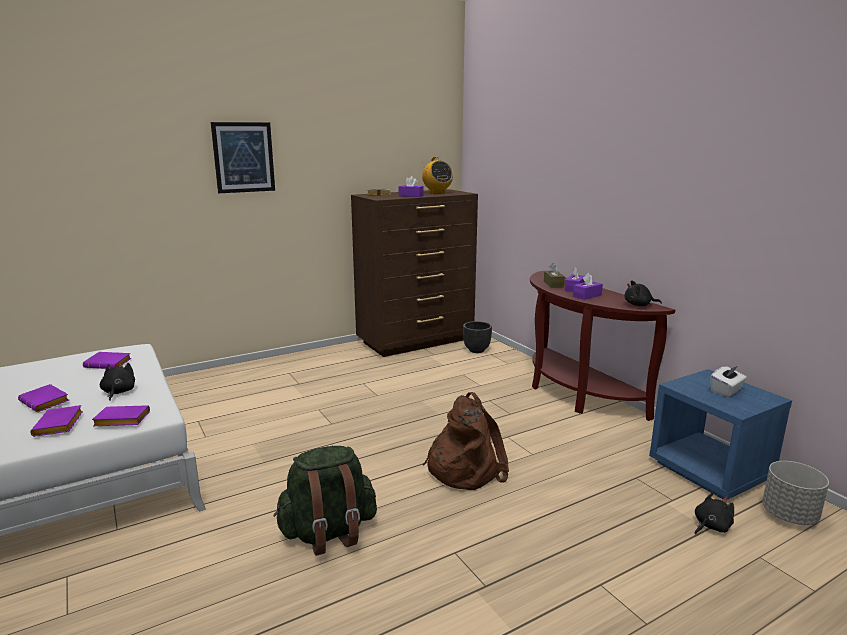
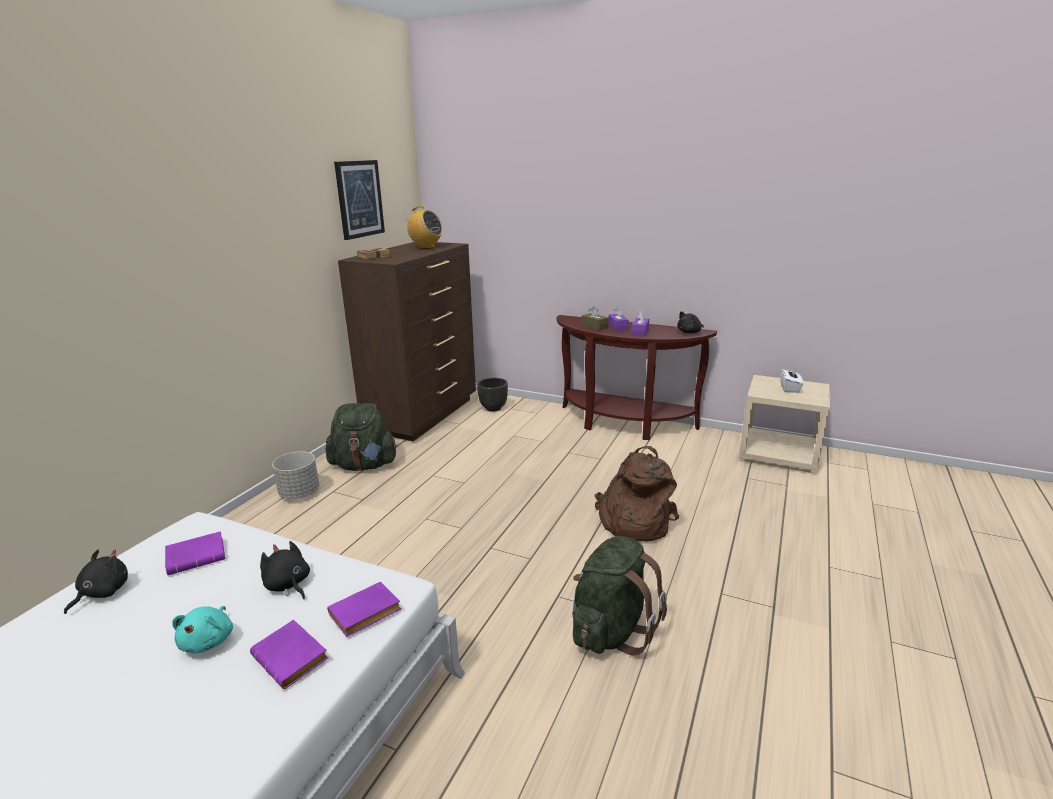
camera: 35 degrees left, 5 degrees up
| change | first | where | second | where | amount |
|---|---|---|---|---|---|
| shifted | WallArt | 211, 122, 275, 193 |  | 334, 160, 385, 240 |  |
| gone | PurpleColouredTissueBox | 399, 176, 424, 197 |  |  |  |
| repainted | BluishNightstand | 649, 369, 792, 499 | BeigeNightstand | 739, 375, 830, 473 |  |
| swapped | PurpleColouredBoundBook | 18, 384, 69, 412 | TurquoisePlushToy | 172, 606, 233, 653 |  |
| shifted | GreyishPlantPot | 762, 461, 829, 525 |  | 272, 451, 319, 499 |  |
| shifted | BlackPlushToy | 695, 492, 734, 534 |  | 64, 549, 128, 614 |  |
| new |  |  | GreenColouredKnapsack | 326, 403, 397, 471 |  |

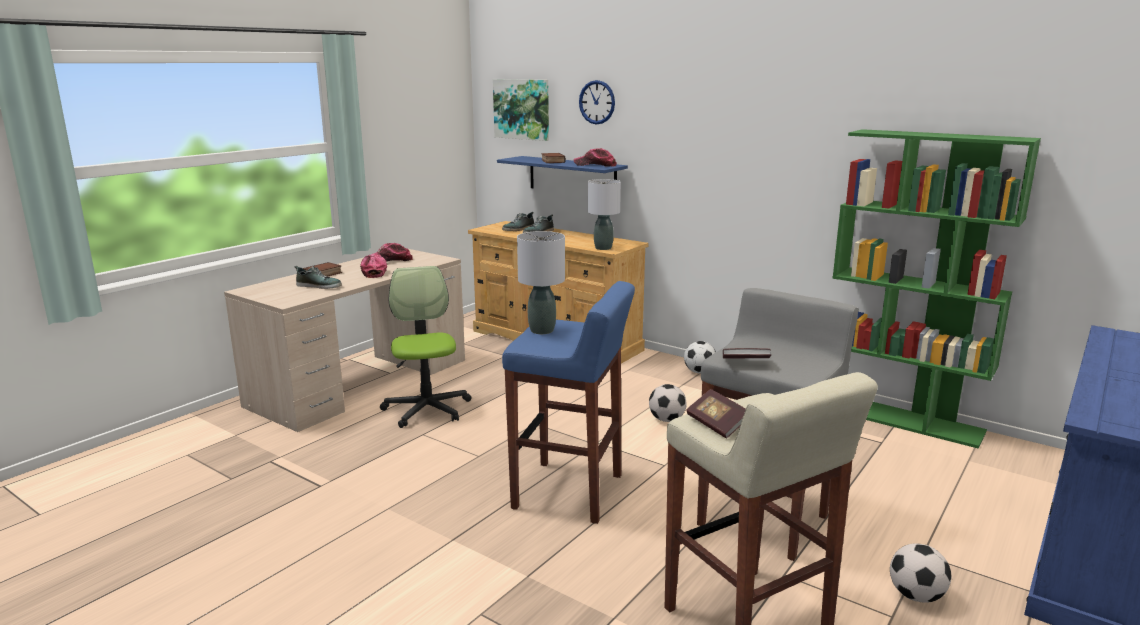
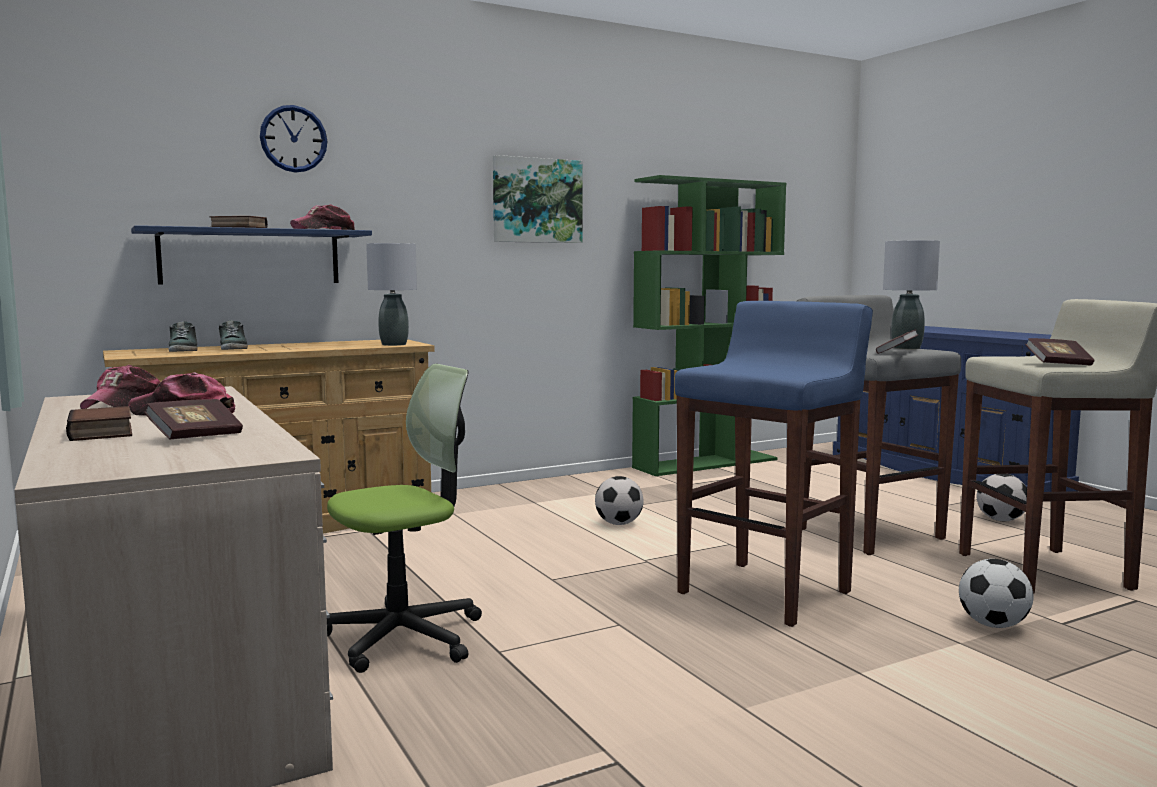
camera: 65 degrees left, 10 degrees down
| change | first | where | second | where | amount |
|---|---|---|---|---|---|
| shifted | WallArt | 493, 79, 549, 141 |  | 493, 155, 583, 243 |  |
| shifted | GreyishLampForATable | 517, 231, 565, 334 |  | 883, 240, 940, 349 |  |
| swapped | ItemOfFootwear | 295, 266, 342, 289 | BoundBook | 144, 399, 243, 439 |  |
| rotated | DeskChair | 380, 266, 471, 428 |  | 327, 364, 482, 673 | 135 degrees clockwise |
| shifted | Football | 684, 341, 716, 373 |  | 959, 559, 1034, 628 |  |

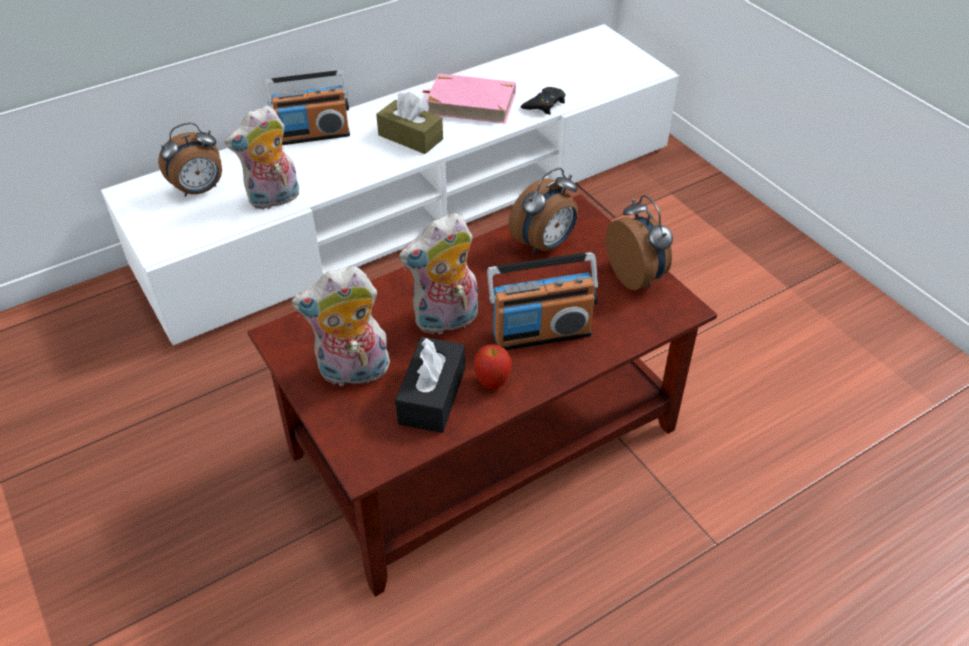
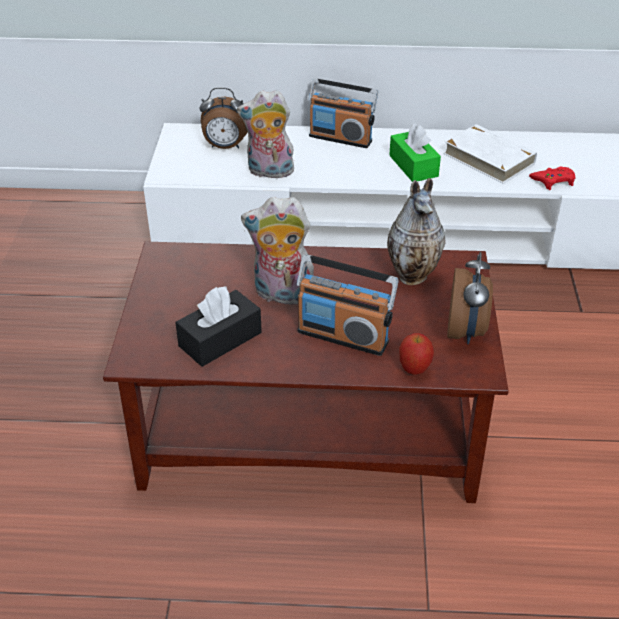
camera: 35 degrees right, 5 degrees down
| change | first | where | second | where | amount |
|---|---|---|---|---|---|
| repainted | PinkishBoundBook | 423, 73, 516, 124 | WhiteColouredBoundBook | 443, 124, 537, 184 |  |
| repainted | BlackGamepad | 521, 87, 565, 115 | RedGamepad | 529, 167, 576, 190 |  |
| repainted | BrownTissueBox | 376, 92, 443, 154 | GreenColouredTissueBox | 389, 123, 441, 182 |  |
| swapped | AlarmClock | 508, 168, 578, 254 | DecorativeVase | 387, 178, 446, 285 |  |
| gone | PlushToy | 291, 266, 390, 388 |  |  |  |
| shifted | Apple | 474, 344, 512, 389 |  | 399, 333, 434, 375 |  |

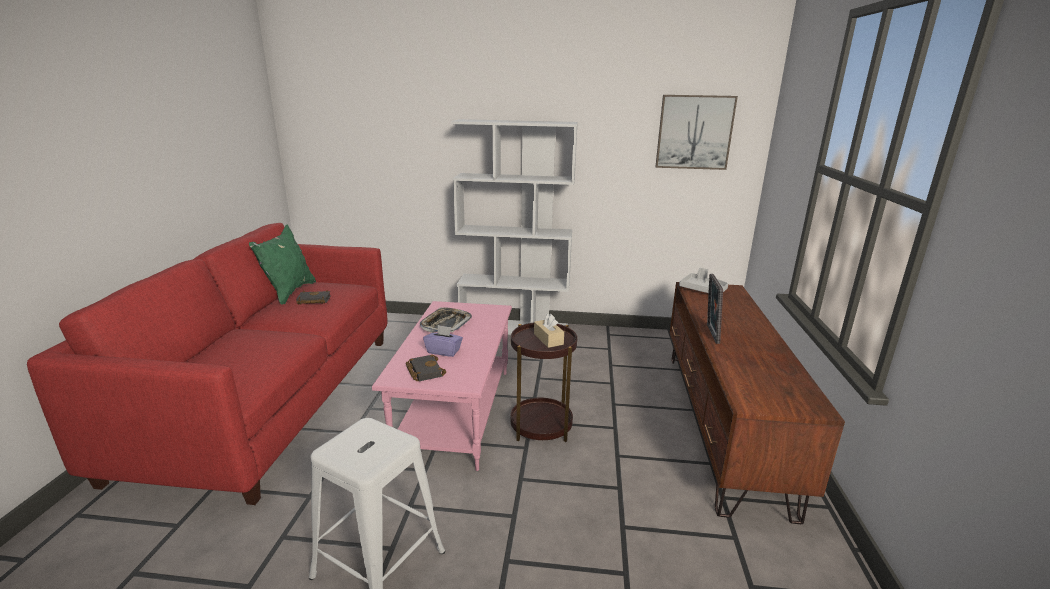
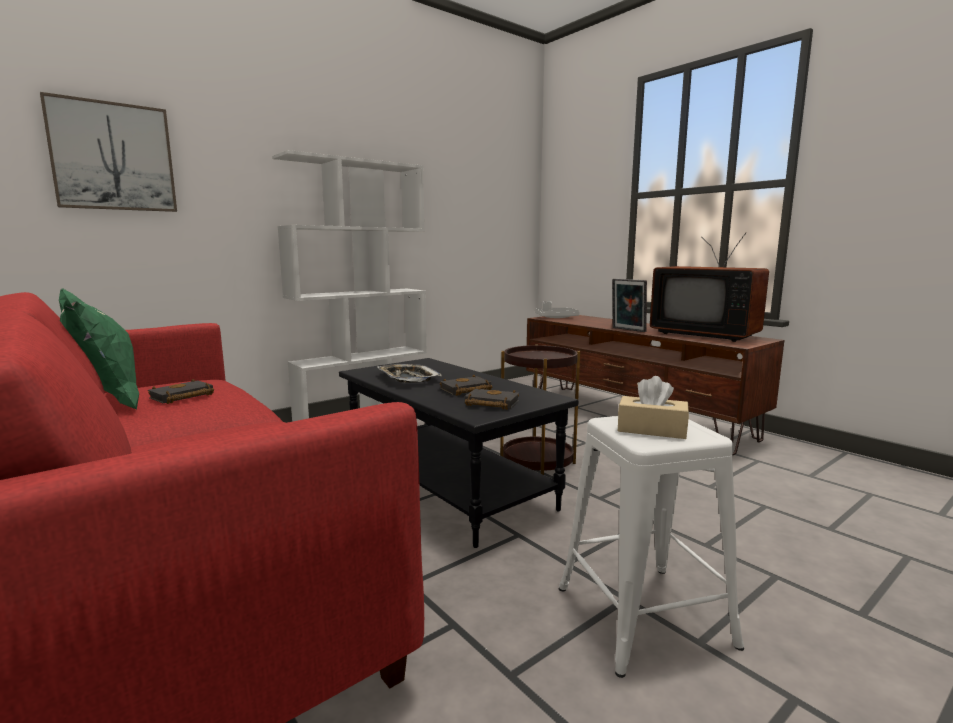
camera: 45 degrees left, 10 degrees down
| change | first | where | second | where | amount |
|---|---|---|---|---|---|
| shifted | WallArt | 655, 95, 738, 170 |  | 40, 92, 177, 212 |  |
| repainted | PinkishLoungeTable | 372, 301, 512, 471 | BlackLoungeTable | 339, 358, 578, 548 |  |
| shifted | BeigeTissueBox | 534, 313, 564, 348 |  | 618, 376, 689, 439 |  |
| swapped | PurpleColouredTissueBox | 423, 325, 463, 357 | BlackBoundBook | 440, 375, 492, 396 |  |
| new |  |  | TvSet | 650, 233, 769, 342 |  |

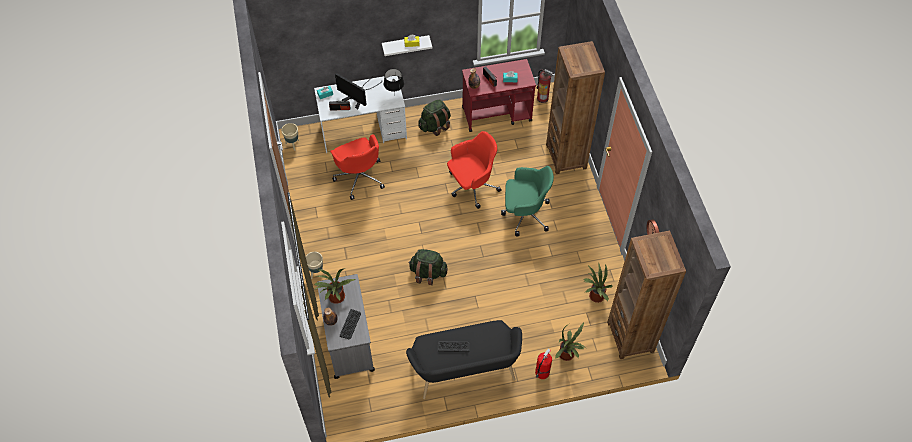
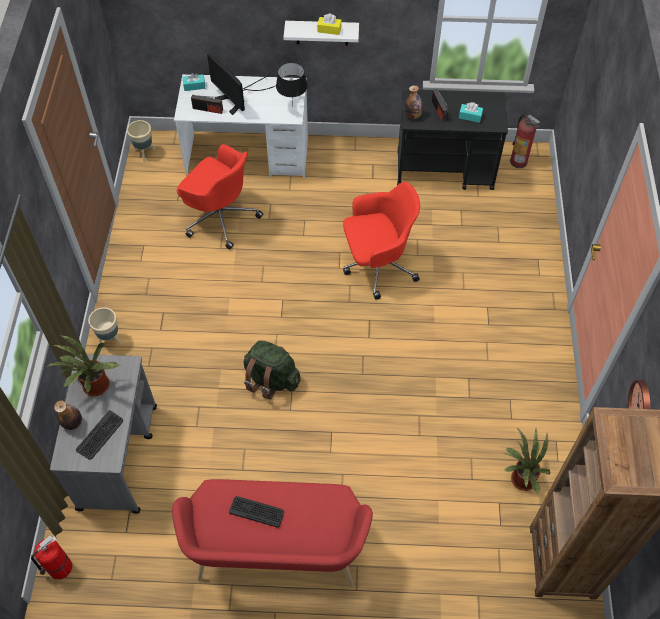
camera: 15 degrees right, 0 degrees up
| change | first | where | second | where | amount |
|---|---|---|---|---|---|
| gone | BrownBookcase | 546, 41, 605, 174 |  |  |  |
| repainted | RedWheeledCart | 462, 59, 536, 132 | BlackWheeledCart | 397, 90, 508, 190 |  |
| gone | GreenColouredKnapsack | 419, 99, 451, 136 |  |  |  |
| rotated | RedDeskChair | 330, 134, 385, 200 |  | 177, 144, 263, 249 | 45 degrees counterclockwise |
| gone | GreenColouredDeskChair | 501, 166, 554, 236 |  |  |  |
| repainted | BlackIndoorBench | 406, 320, 522, 399 | RedIndoorBench | 172, 479, 373, 588 |  |
| gone | Houseplant | 555, 322, 586, 361 |  |  |  |
| shifted | FireFightingCylinder | 535, 349, 552, 379 |  | 31, 535, 72, 579 |  |

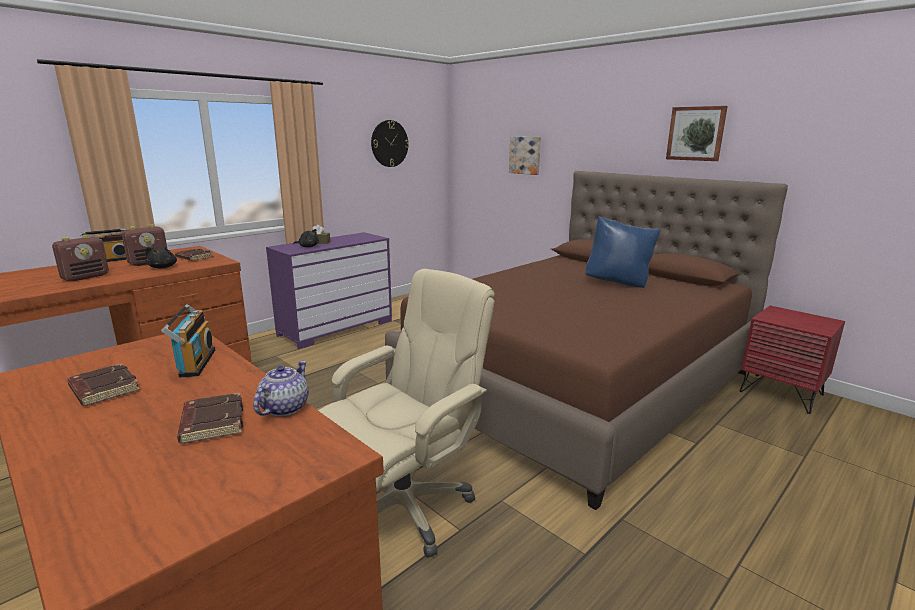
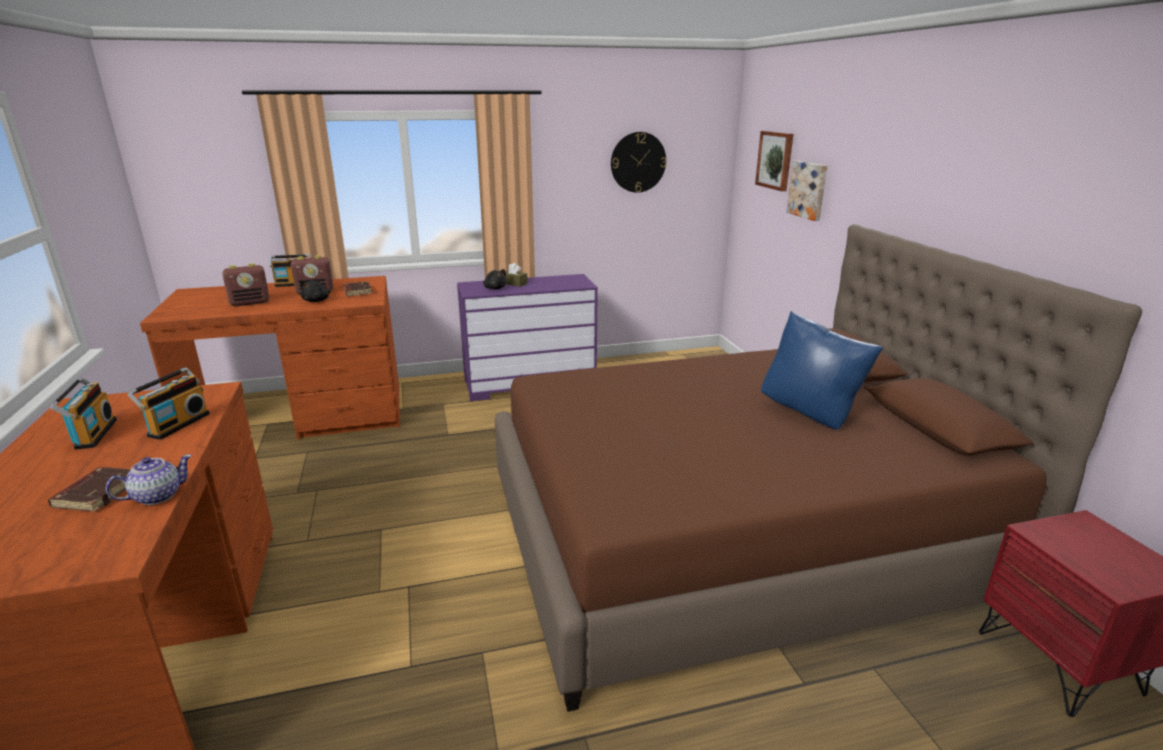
camera: 30 degrees right, 5 degrees up
| change | first | where | second | where | amount |
|---|---|---|---|---|---|
| shifted | WallArt | 666, 106, 728, 161 |  | 755, 131, 793, 191 |  |
| gone | BeigeDeskChair | 318, 269, 495, 557 |  |  |  |
| swapped | BrownBoundBook | 67, 363, 140, 406 | RadioSet | 50, 377, 117, 450 |  |

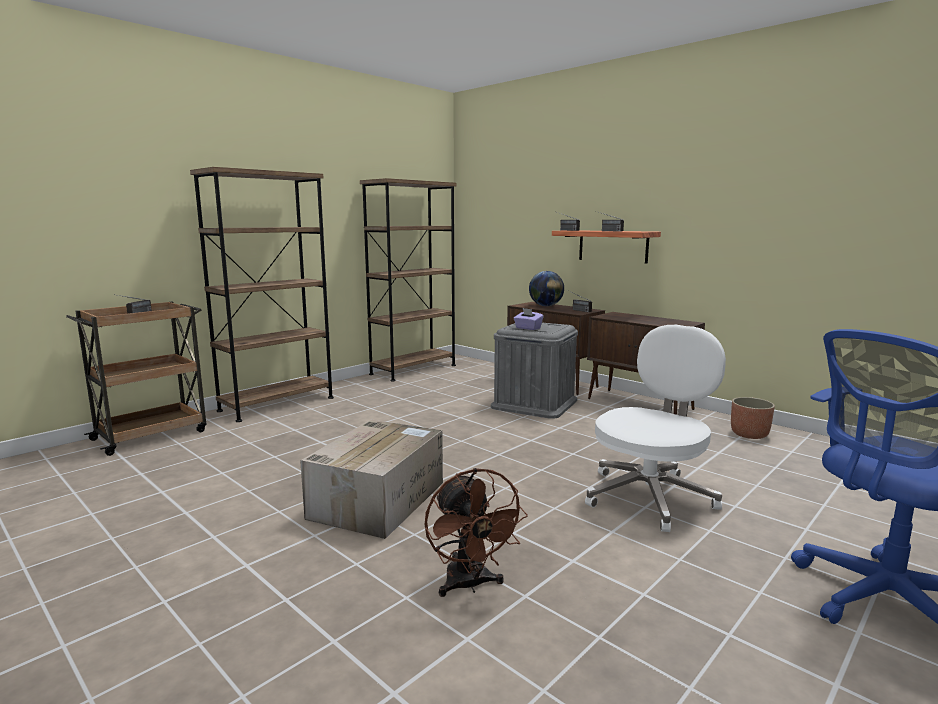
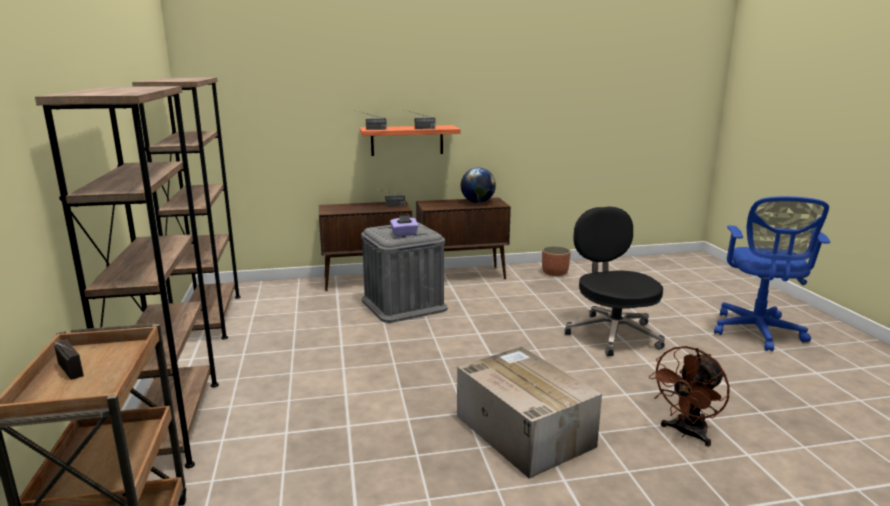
camera: 55 degrees left, 5 degrees up
| change | first | where | second | where | amount |
|---|---|---|---|---|---|
| shifted | DeskGlobe | 529, 271, 564, 306 |  | 461, 168, 496, 203 |  |
| repainted | WhiteColouredDeskChair | 585, 325, 726, 532 | BlackDeskChair | 565, 207, 665, 356 |  |
| rotated | BrownElectricFan | 425, 468, 528, 597 |  | 649, 346, 730, 447 | 120 degrees clockwise |

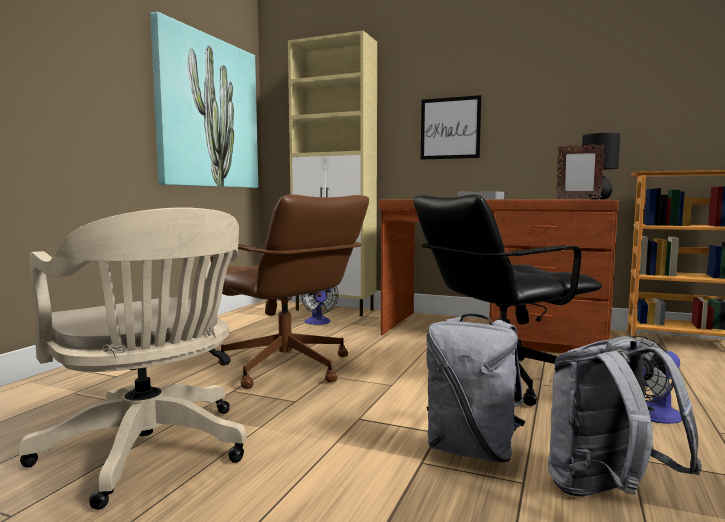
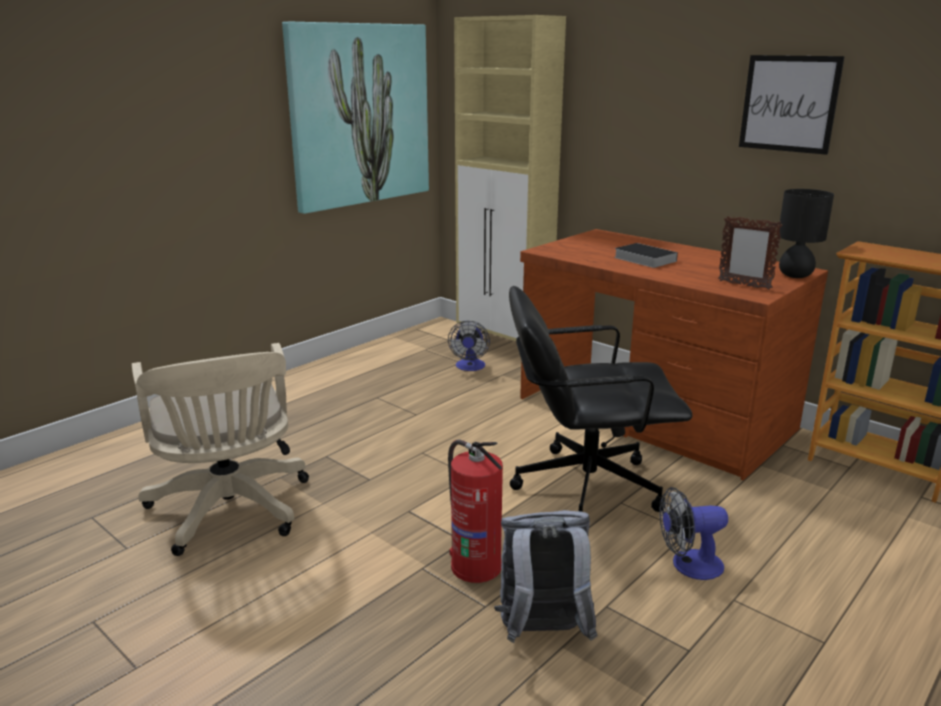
camera: 20 degrees right, 15 degrees up
| change | first | where | second | where | amount |
|---|---|---|---|---|---|
| shifted | WallArt | 421, 95, 482, 160 |  | 739, 55, 845, 155 |  |
| gone | BrownDeskChair | 210, 194, 369, 389 |  |  |  |
| swapped | GreyishKnapsack | 426, 314, 525, 463 | FireFightingCylinder | 448, 440, 503, 583 |  |

